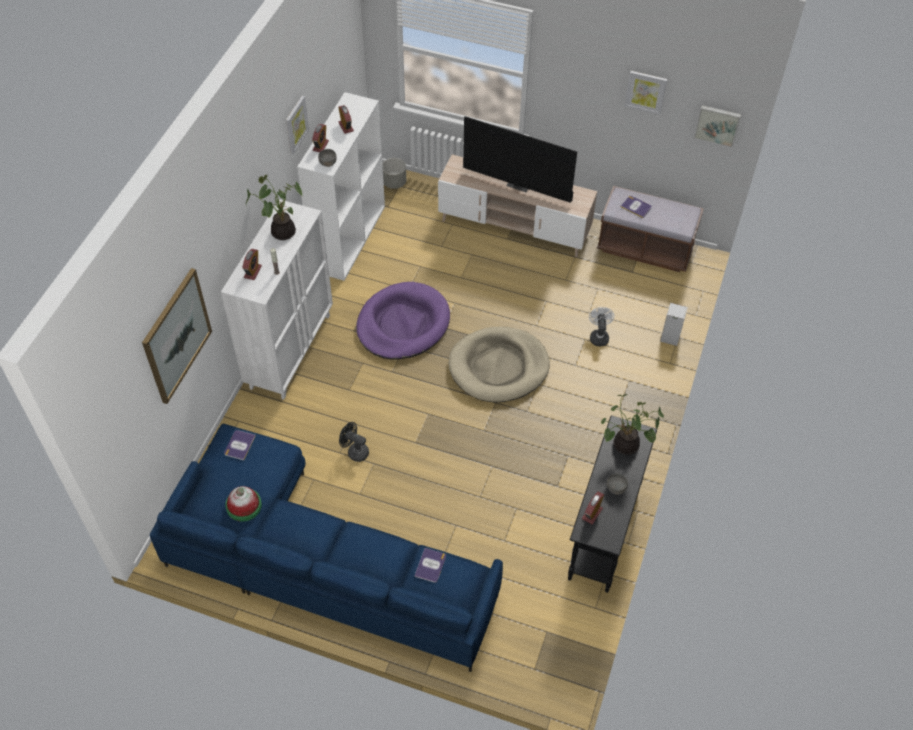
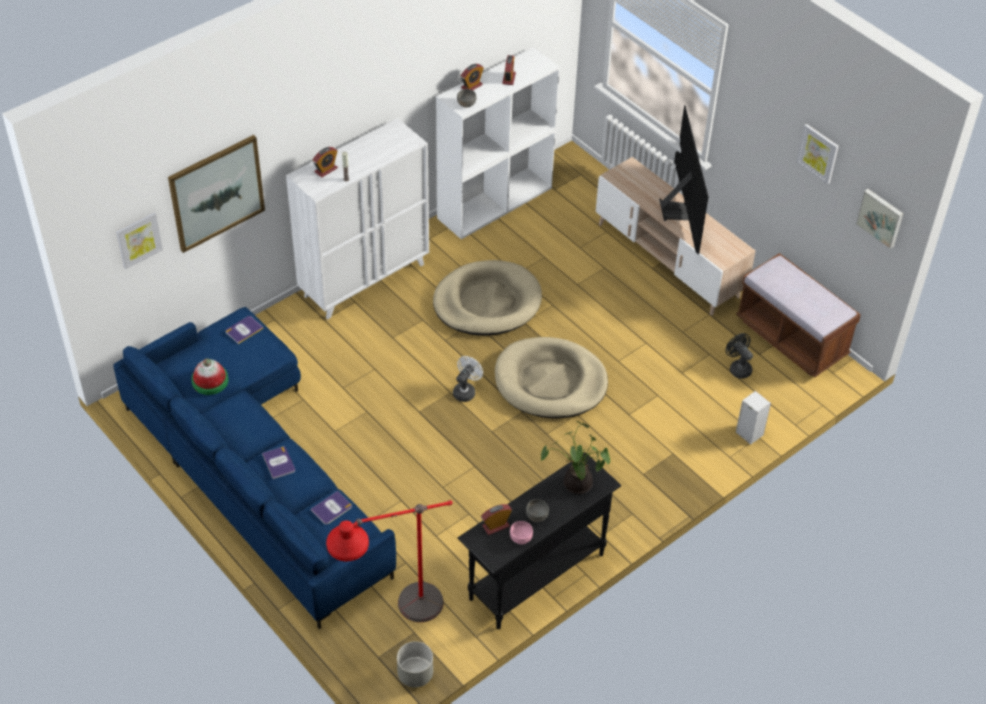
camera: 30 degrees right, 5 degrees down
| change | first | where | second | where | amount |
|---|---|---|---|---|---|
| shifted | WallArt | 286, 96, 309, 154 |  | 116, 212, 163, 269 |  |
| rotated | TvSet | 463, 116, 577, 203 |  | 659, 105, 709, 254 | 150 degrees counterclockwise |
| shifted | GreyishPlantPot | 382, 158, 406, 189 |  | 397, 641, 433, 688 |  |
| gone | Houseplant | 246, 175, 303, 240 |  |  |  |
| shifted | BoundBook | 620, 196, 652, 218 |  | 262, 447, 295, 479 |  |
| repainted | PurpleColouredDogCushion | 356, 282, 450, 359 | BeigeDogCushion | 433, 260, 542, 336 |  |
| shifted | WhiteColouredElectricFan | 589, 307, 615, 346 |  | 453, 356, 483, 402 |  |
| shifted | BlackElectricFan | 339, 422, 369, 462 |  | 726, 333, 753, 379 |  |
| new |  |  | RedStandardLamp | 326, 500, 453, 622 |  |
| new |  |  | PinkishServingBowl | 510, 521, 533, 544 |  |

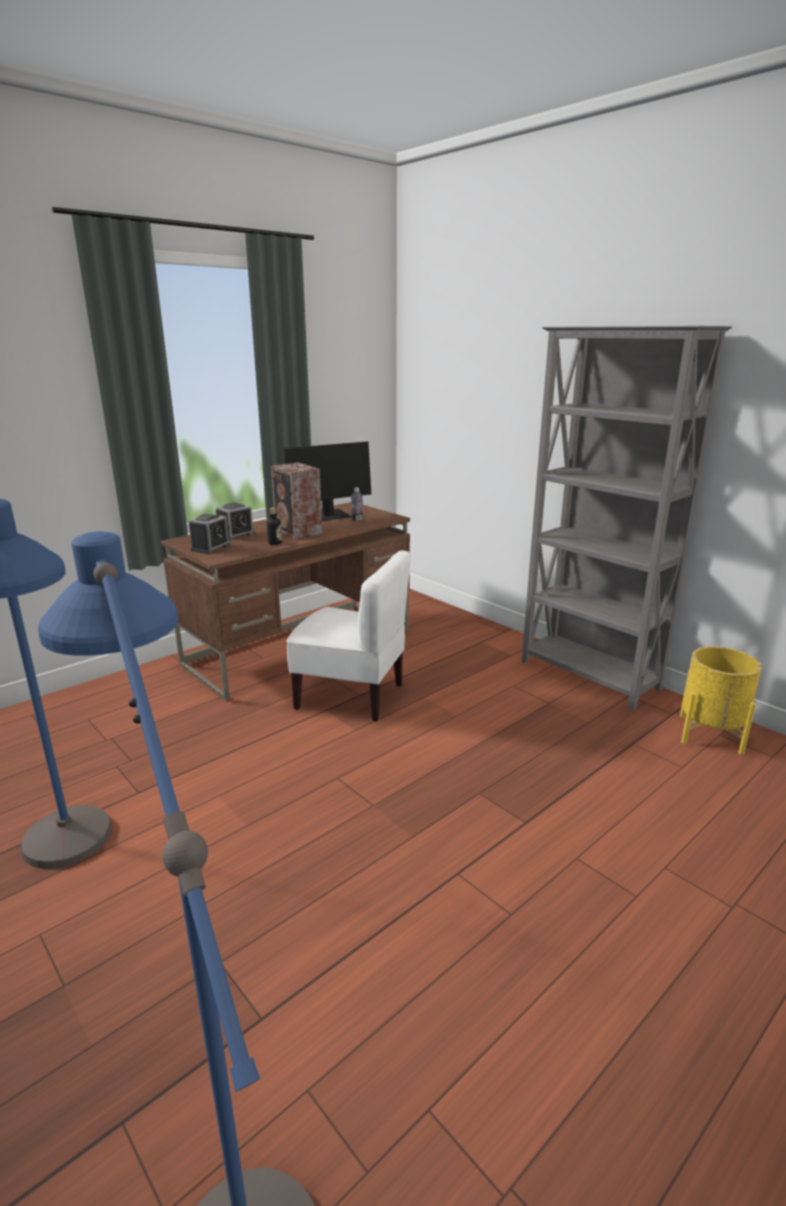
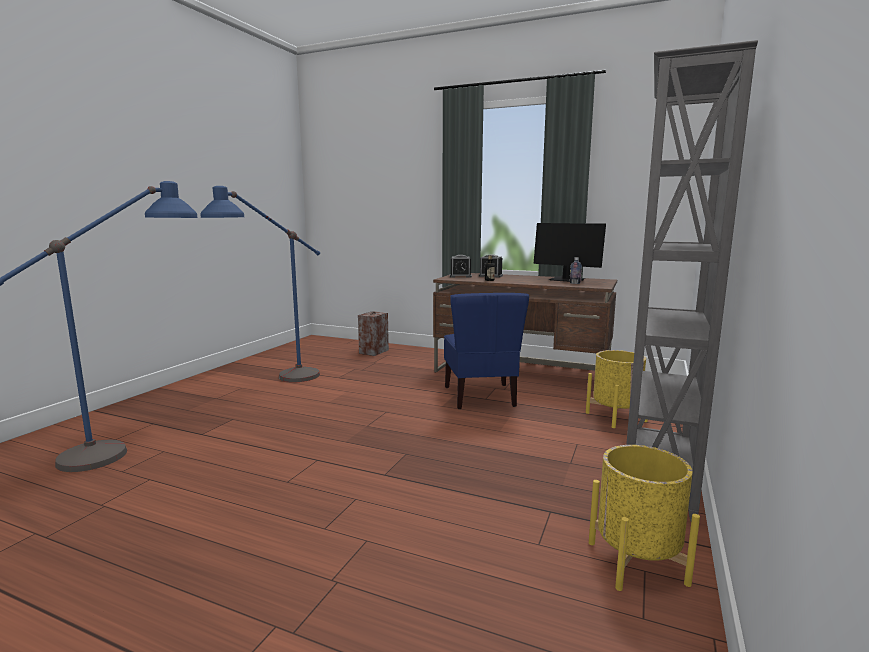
camera: 65 degrees right, 10 degrees down
| change | first | where | second | where | amount |
|---|---|---|---|---|---|
| shifted | Loudspeaker | 271, 463, 322, 539 |  | 358, 311, 389, 356 |  |
| repainted | WhiteColouredUprightChair | 286, 551, 411, 722 | BluishUprightChair | 444, 293, 529, 409 |  |
| new |  |  | YellowColouredPlantPot | 586, 350, 648, 428 |  |

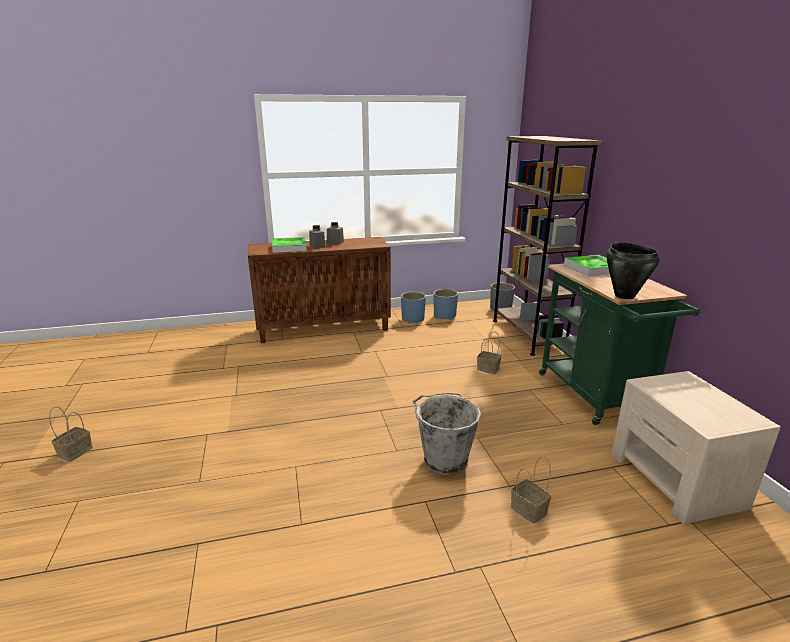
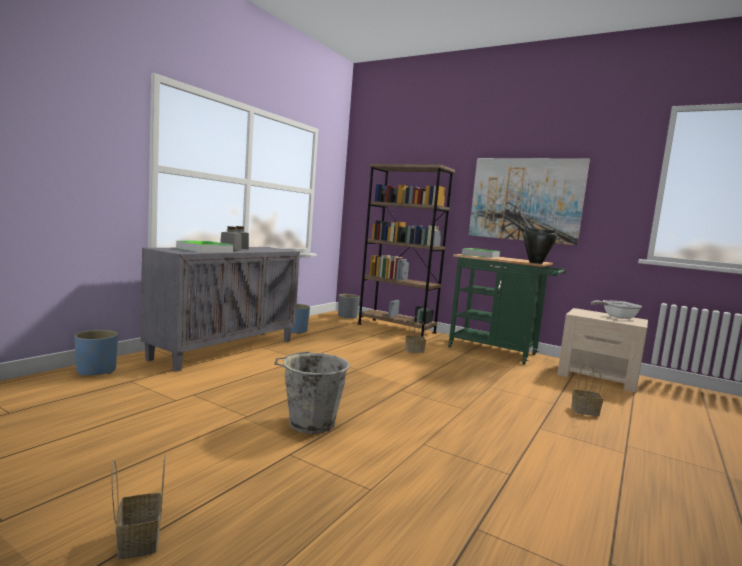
camera: 45 degrees left, 15 degrees down
| change | first | where | second | where | amount |
|---|---|---|---|---|---|
| repainted | BrownCupboard | 248, 237, 391, 343 | GreyishCupboard | 140, 247, 300, 372 |  |
| shifted | BluishPlantPot | 433, 289, 458, 320 |  | 75, 330, 118, 376 |  |
| shifted | GreyishBucket | 413, 393, 481, 475 |  | 274, 352, 349, 434 |  |
| new |  |  | WallArt | 469, 158, 590, 246 |  |
| new |  |  | FryingPan | 591, 300, 642, 319 |  |

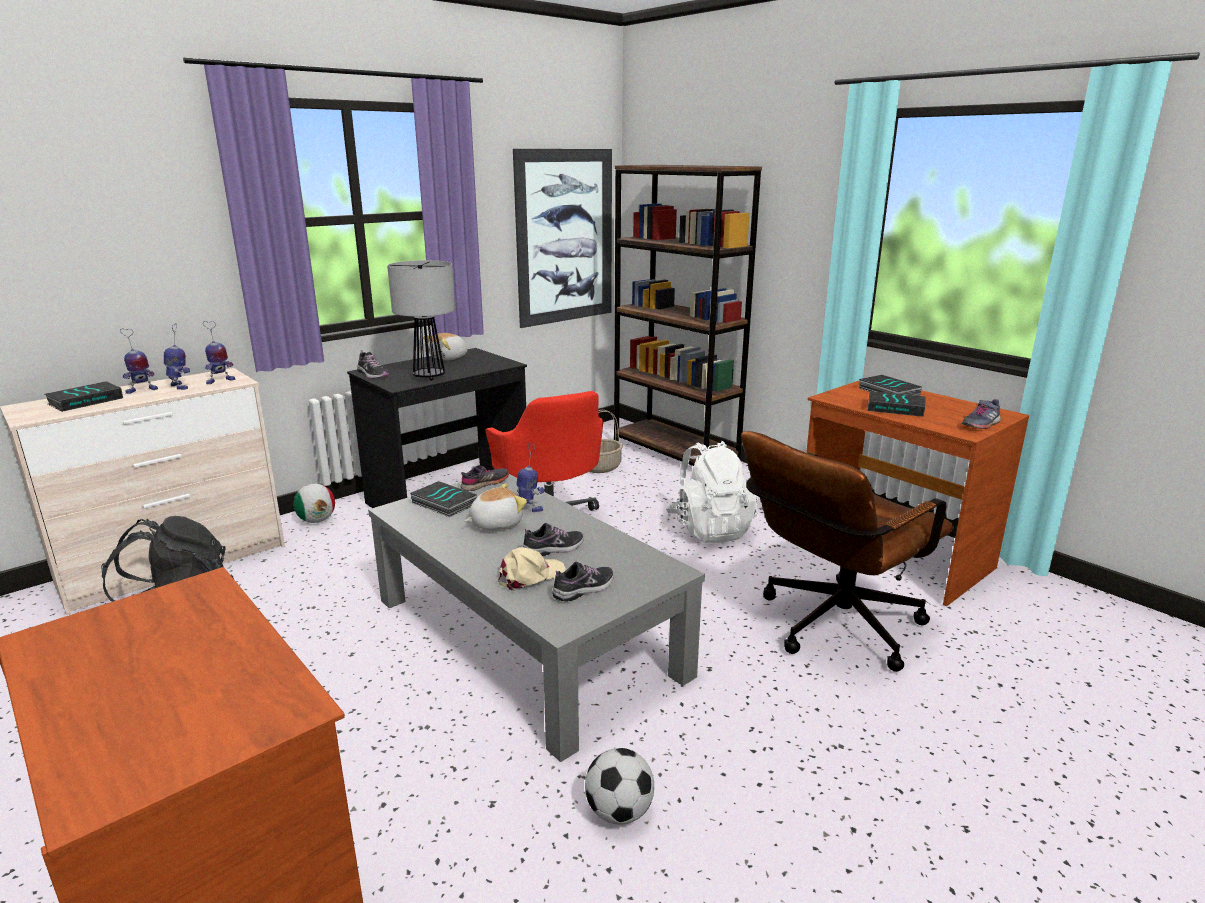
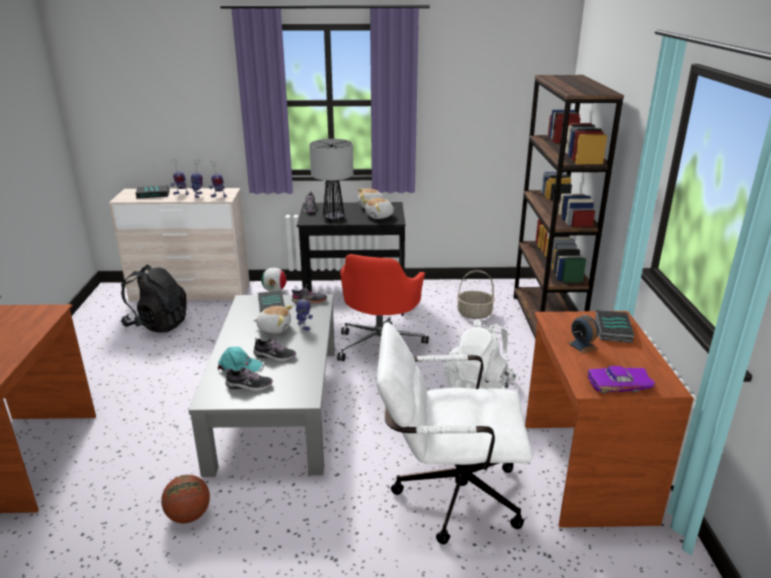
camera: 40 degrees right, 5 degrees up
| change | first | where | second | where | amount |
|---|---|---|---|---|---|
| gone | WallArt | 513, 149, 612, 328 |  |  |  |
| swapped | BoundBook | 867, 391, 926, 417 | AlarmClock | 567, 314, 599, 354 |  |
| swapped | GreyishItemOfFootwear | 962, 399, 1001, 429 | PurpleColouredMiniatureCar | 588, 366, 656, 394 |  |
| repainted | BrownDeskChair | 741, 431, 954, 672 | WhiteColouredDeskChair | 377, 322, 533, 544 |  |
| repainted | BeigeCap | 498, 547, 566, 591 | TurquoiseCap | 218, 347, 263, 373 |  |
| swapped | Football | 585, 748, 654, 825 | BasketballBall | 161, 475, 210, 523 |  |
| new |  |  | PlushToy | 362, 198, 394, 219 |  |

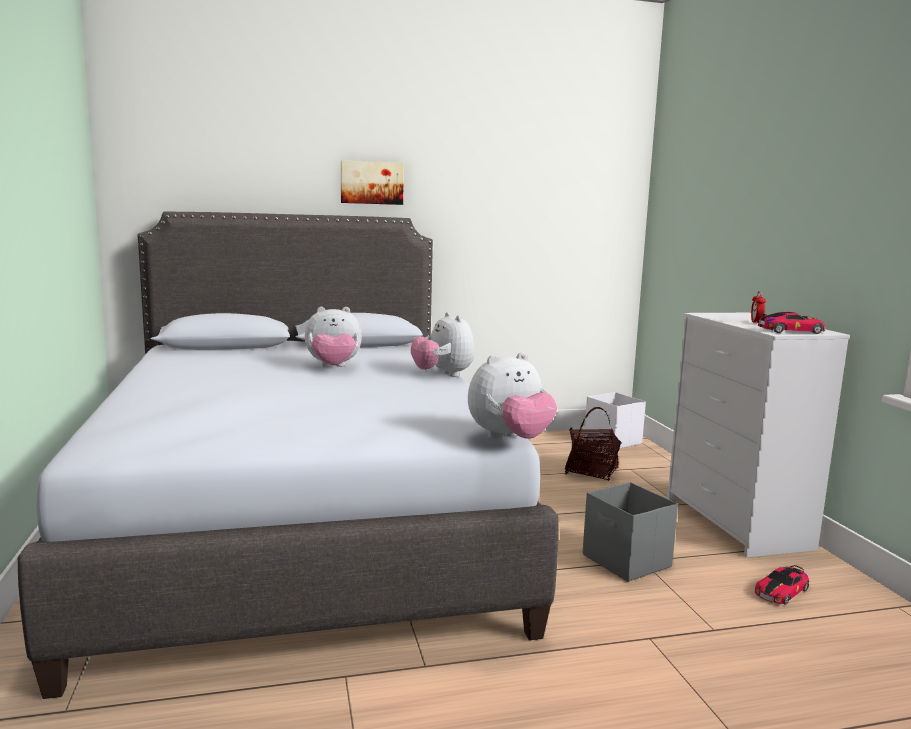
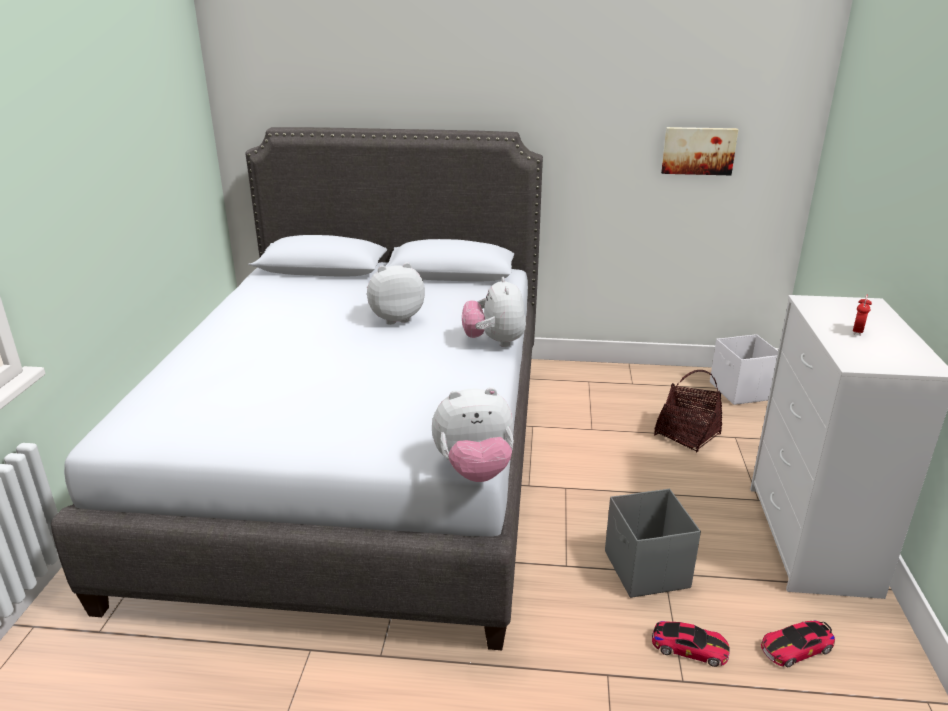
camera: 20 degrees right, 15 degrees up
| change | first | where | second | where | amount |
|---|---|---|---|---|---|
| shifted | WallArt | 341, 160, 404, 205 |  | 661, 127, 738, 175 |  |
| rotated | PlushToy | 305, 307, 362, 367 |  | 367, 262, 425, 325 | 150 degrees clockwise |
| shifted | MiniatureCar | 758, 312, 825, 334 |  | 652, 621, 730, 667 |  |

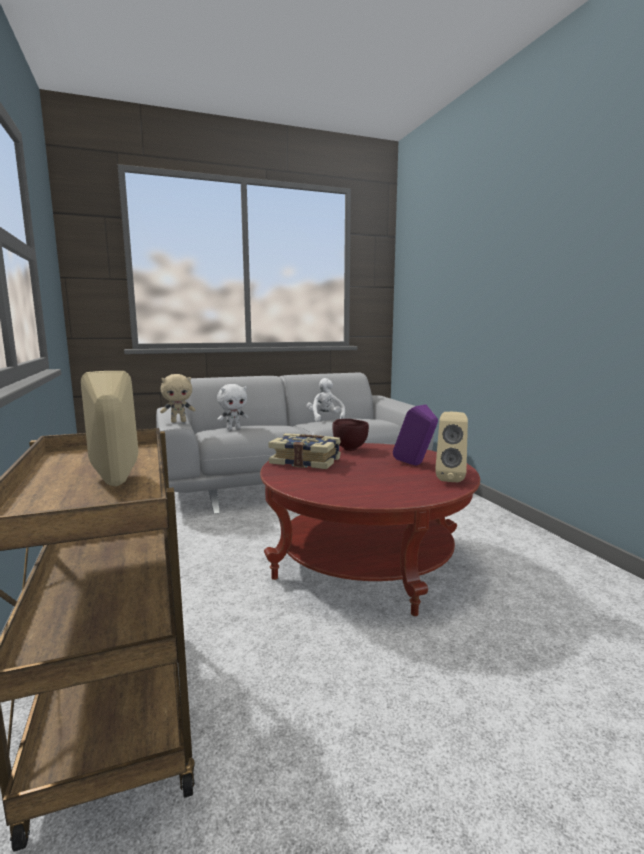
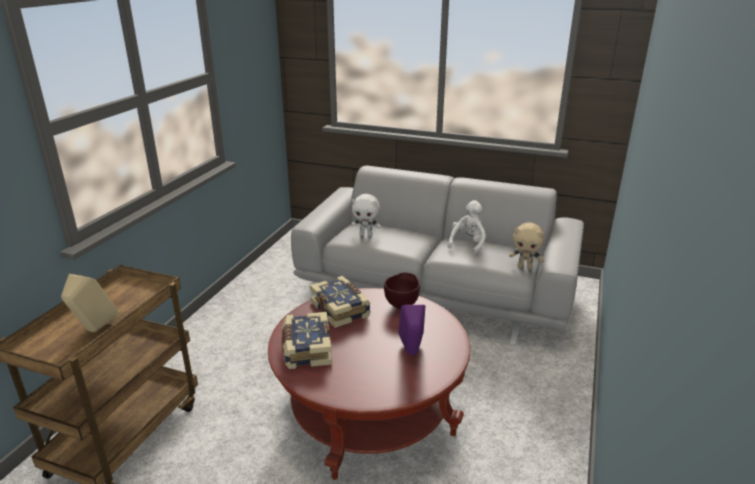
camera: 40 degrees right, 15 degrees up
| change | first | where | second | where | amount |
|---|---|---|---|---|---|
| shifted | BeigePlushToy | 160, 374, 195, 423 |  | 509, 222, 545, 270 |  |
| gone | BeigeLoudspeaker | 435, 412, 468, 482 |  |  |  |
| new |  |  | BoundBook | 282, 312, 332, 369 |  |

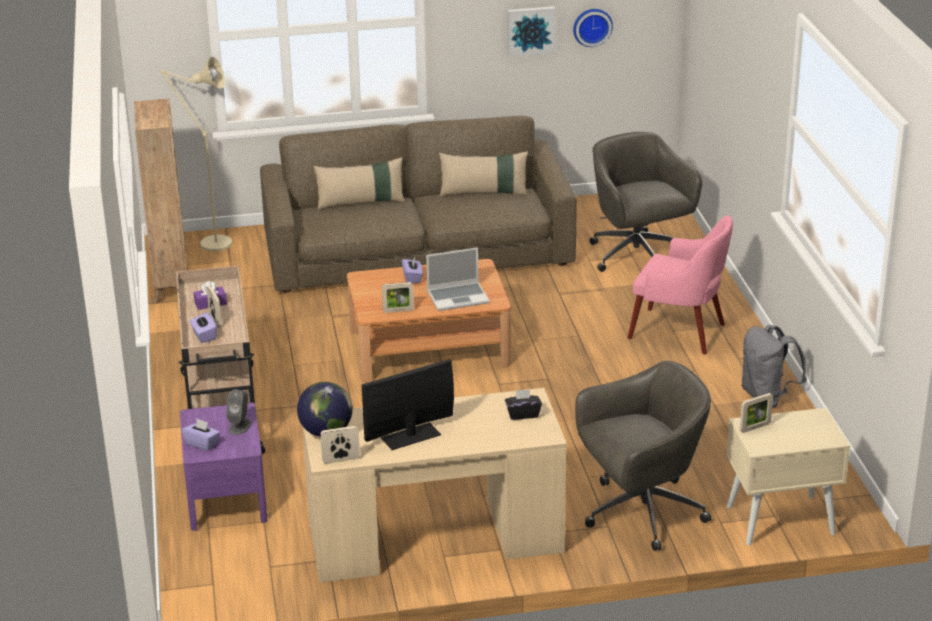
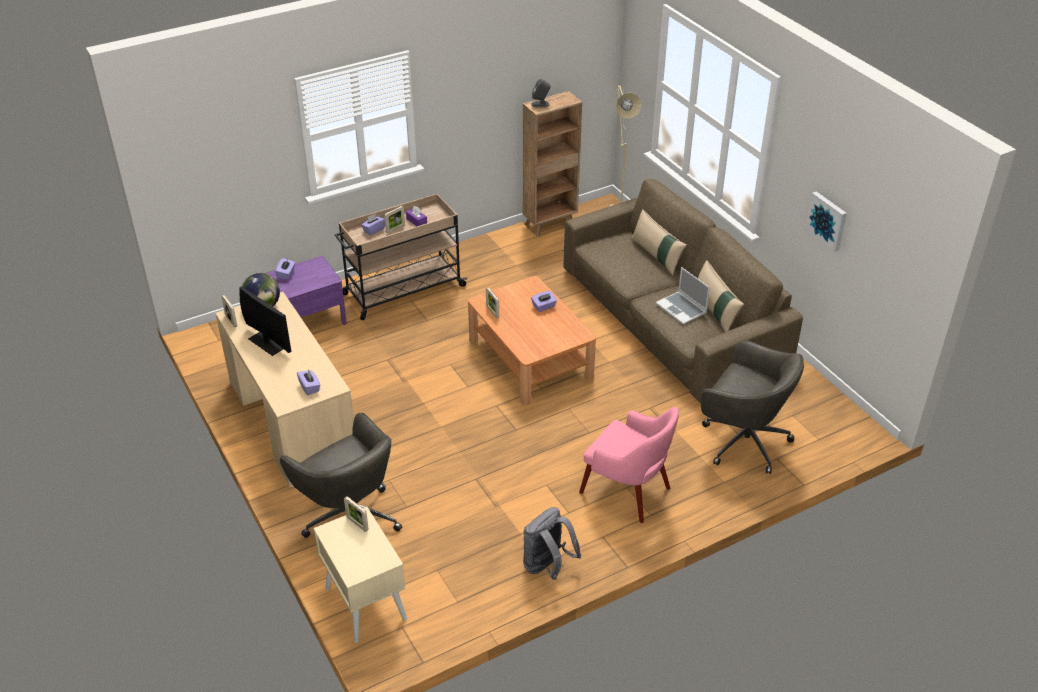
camera: 70 degrees right, 10 degrees up
| change | first | where | second | where | amount |
|---|---|---|---|---|---|
| gone | HangingClock | 573, 9, 613, 47 |  |  |  |
| rotated | GreyishDeskChair | 589, 132, 702, 272 |  | 700, 340, 804, 474 | 75 degrees clockwise |
| rotated | PinkishEasyChair | 628, 215, 733, 354 |  | 579, 407, 679, 523 | 60 degrees counterclockwise |
| shifted | NotebookComputer | 426, 247, 490, 311 |  | 656, 267, 710, 324 |  |
| shifted | GreyishLoudspeaker | 226, 389, 252, 435 |  | 531, 79, 551, 108 |  |
| repainted | BlackTissueBox | 505, 389, 542, 420 | PurpleColouredTissueBox | 297, 369, 320, 395 |  |

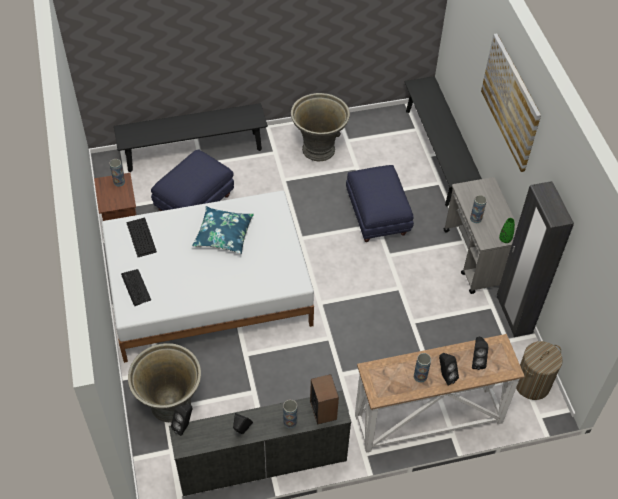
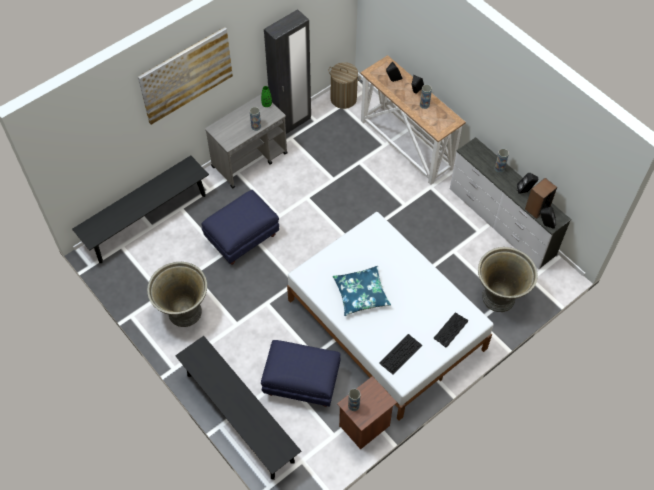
camera: 115 degrees left, 5 degrees up
| change | first | where | second | where | amount |
|---|---|---|---|---|---|
| shifted | Loudspeaker | 310, 374, 339, 425 |  | 525, 178, 557, 219 |  |

